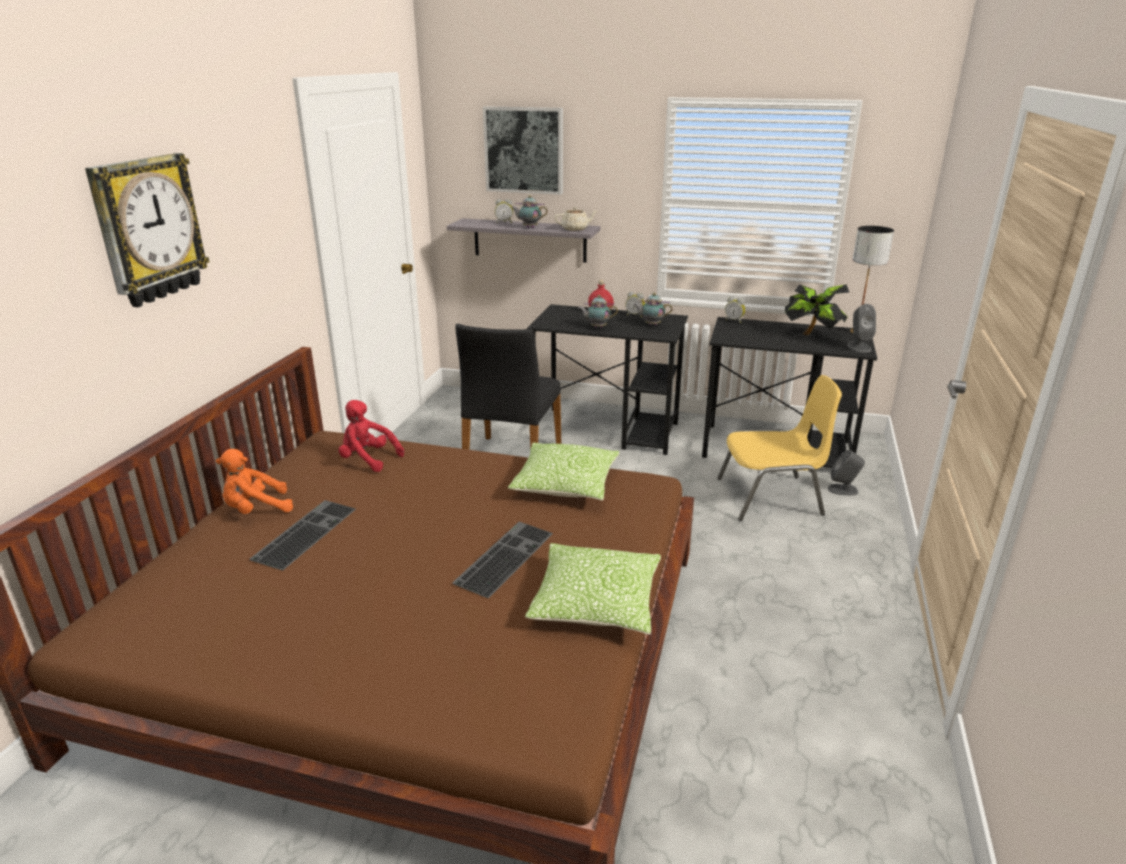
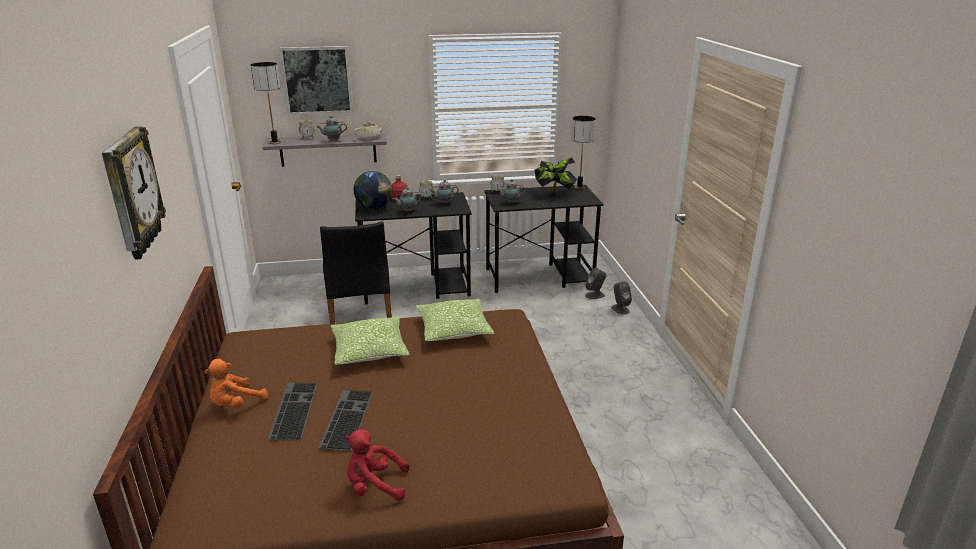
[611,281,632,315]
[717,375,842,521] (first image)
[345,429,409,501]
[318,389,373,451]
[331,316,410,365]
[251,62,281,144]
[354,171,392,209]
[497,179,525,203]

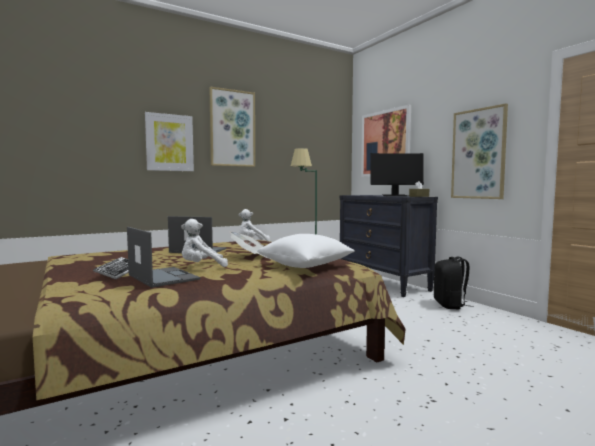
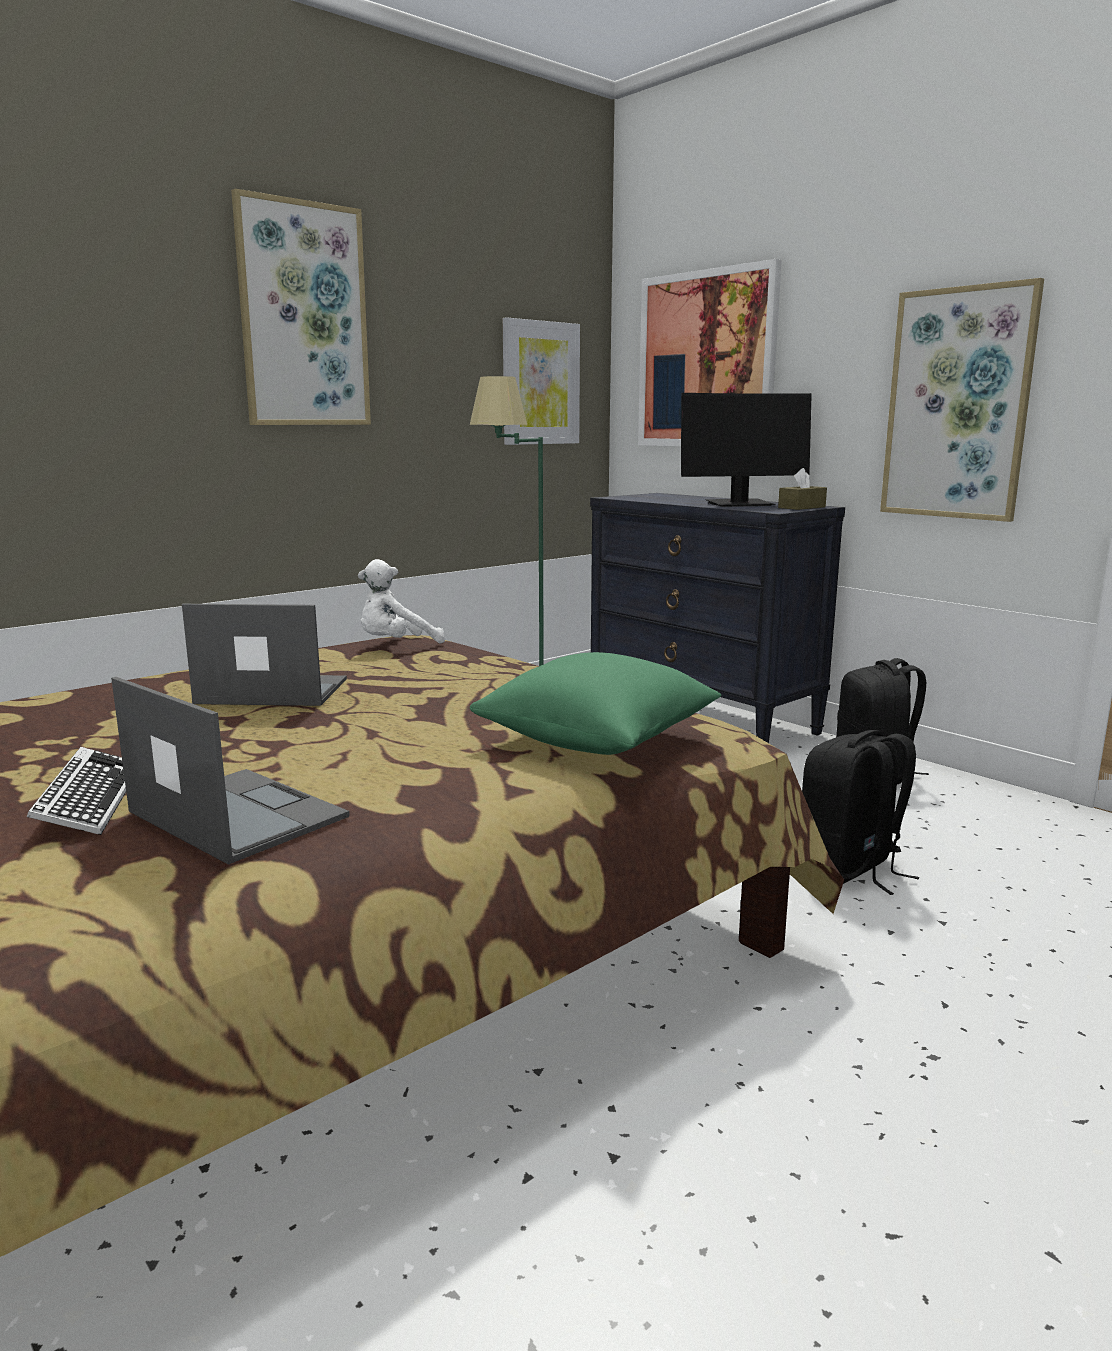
[503,317,580,445]
[181,219,228,267] (first image)
[229,231,270,259] (first image)
[470,652,722,755]
[802,730,919,895]

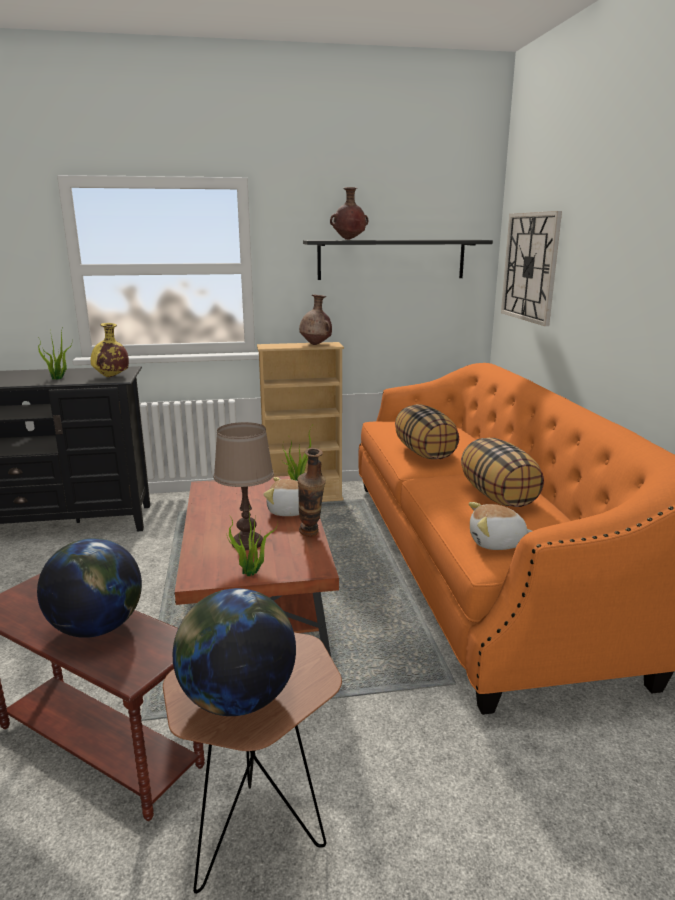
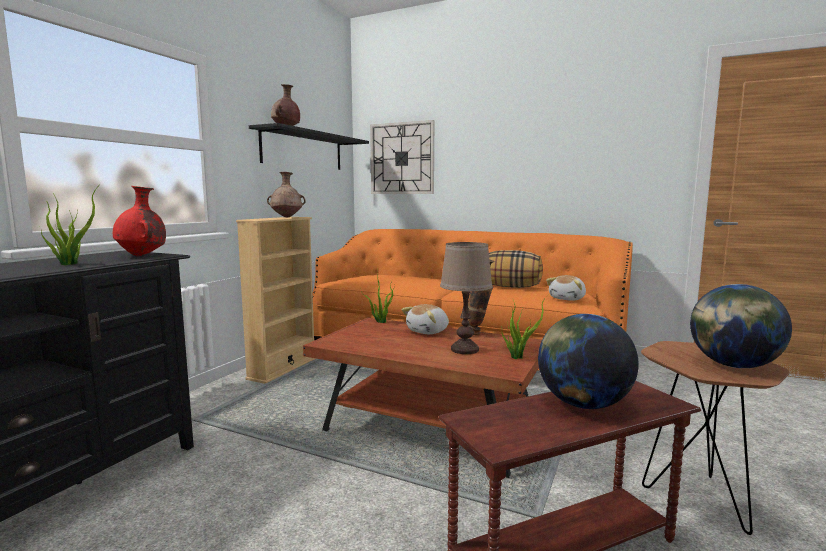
[113,186,166,256]
[395,404,459,459] (first image)

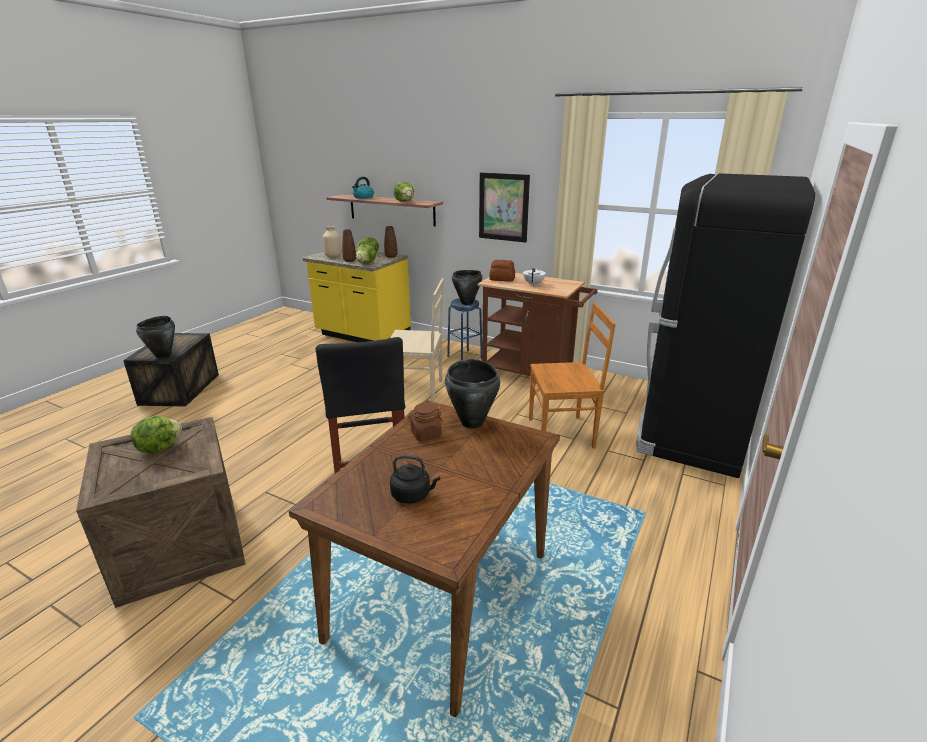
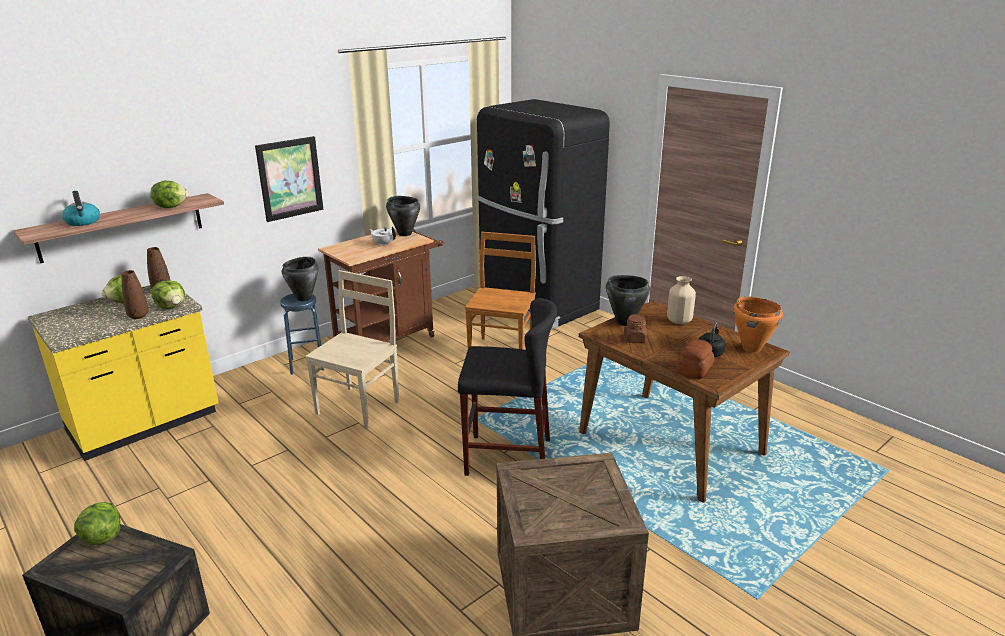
[667,276,696,324]
[676,339,714,379]
[386,196,420,236]
[74,502,121,545]
[733,297,783,352]

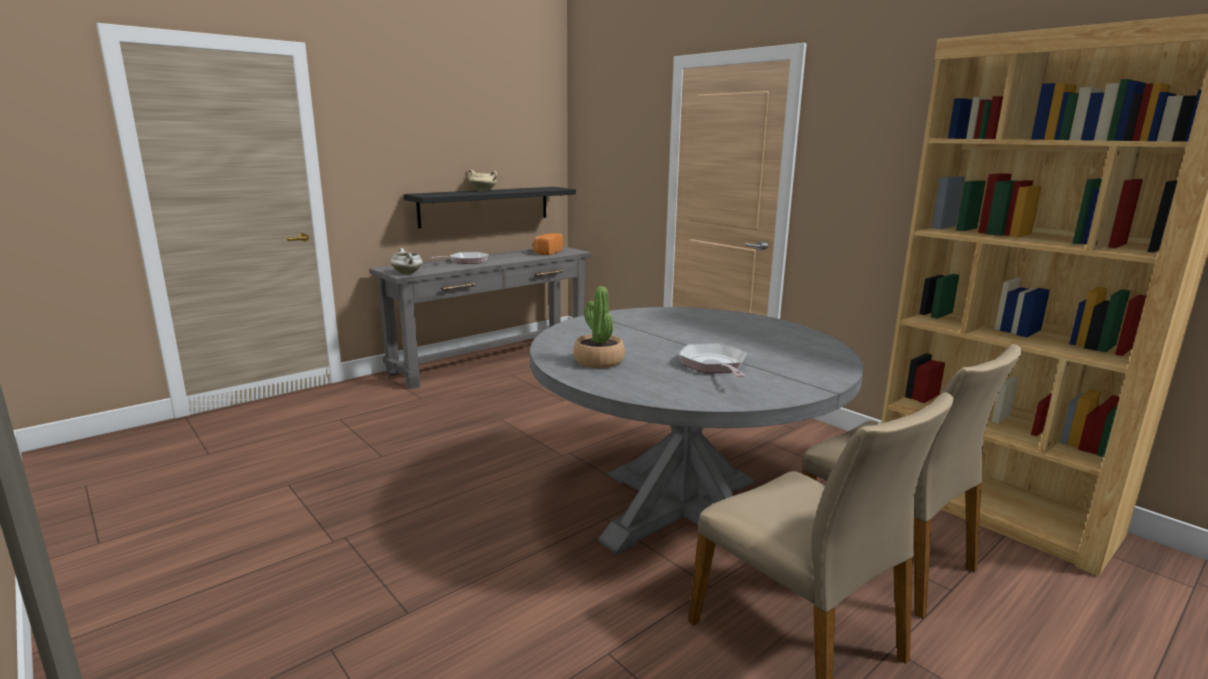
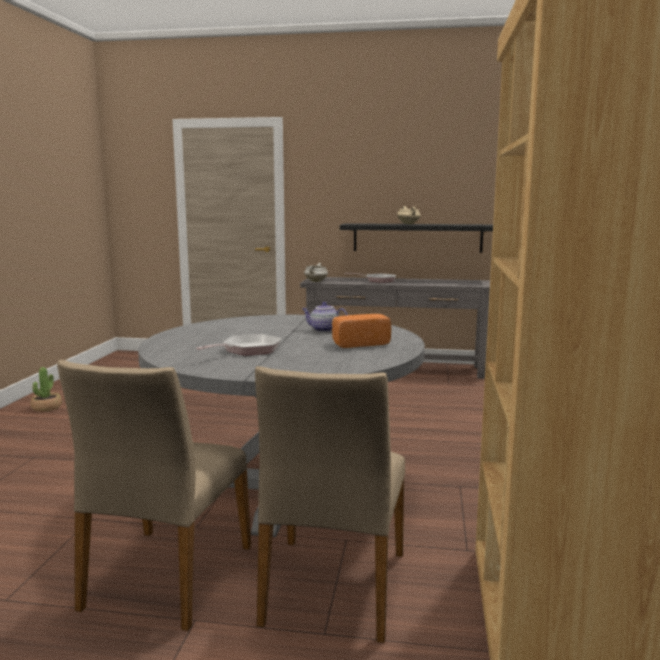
[332,314,391,348]
[31,367,62,412]
[302,302,348,332]

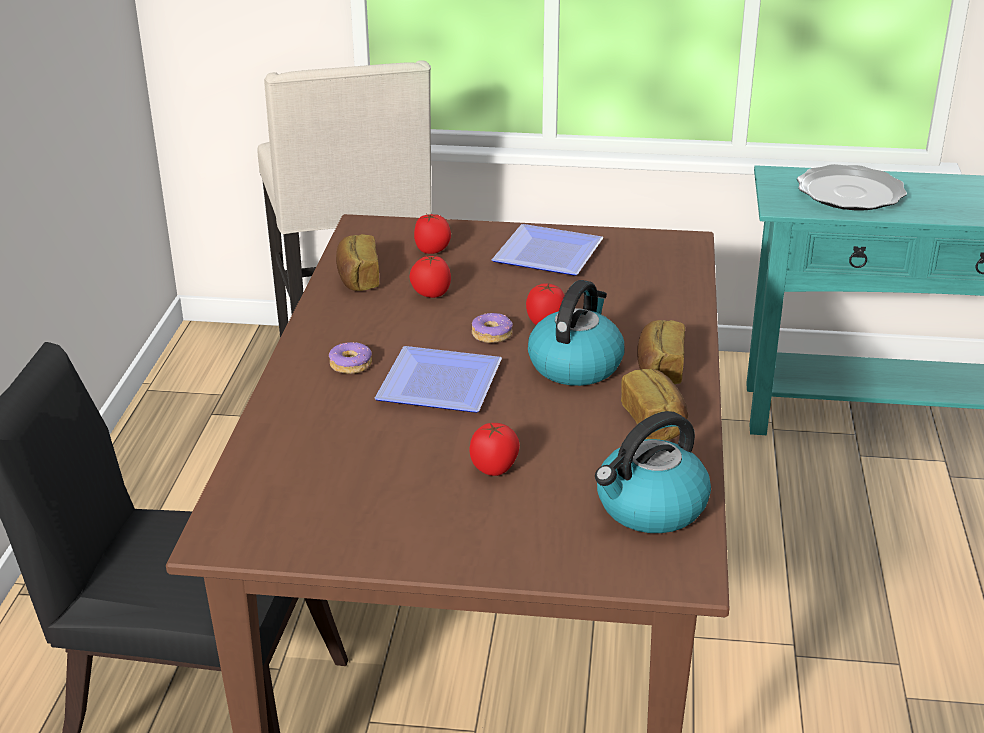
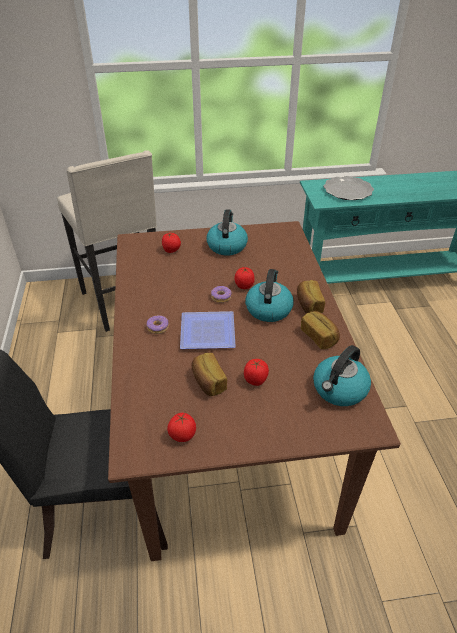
[207,209,248,255]
[192,353,227,396]
[167,413,196,442]

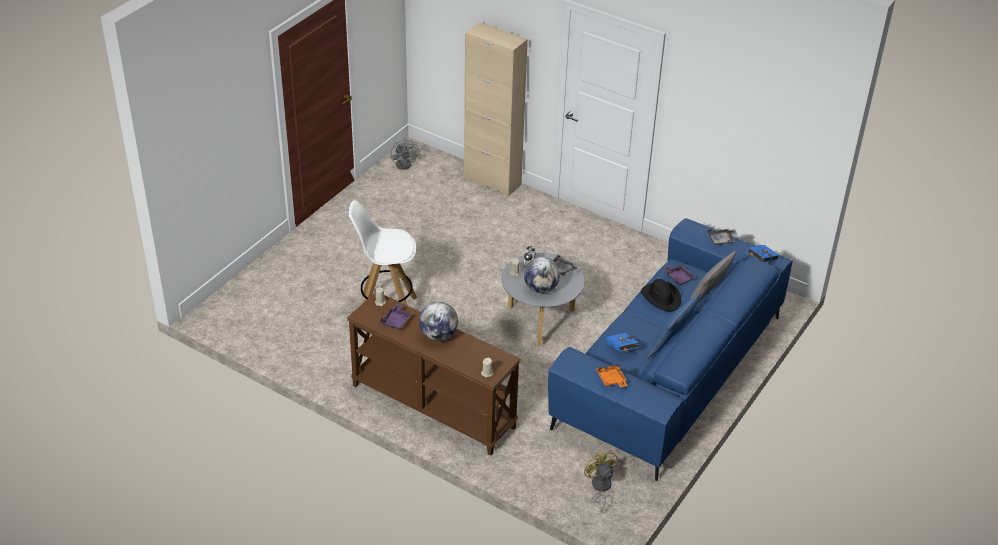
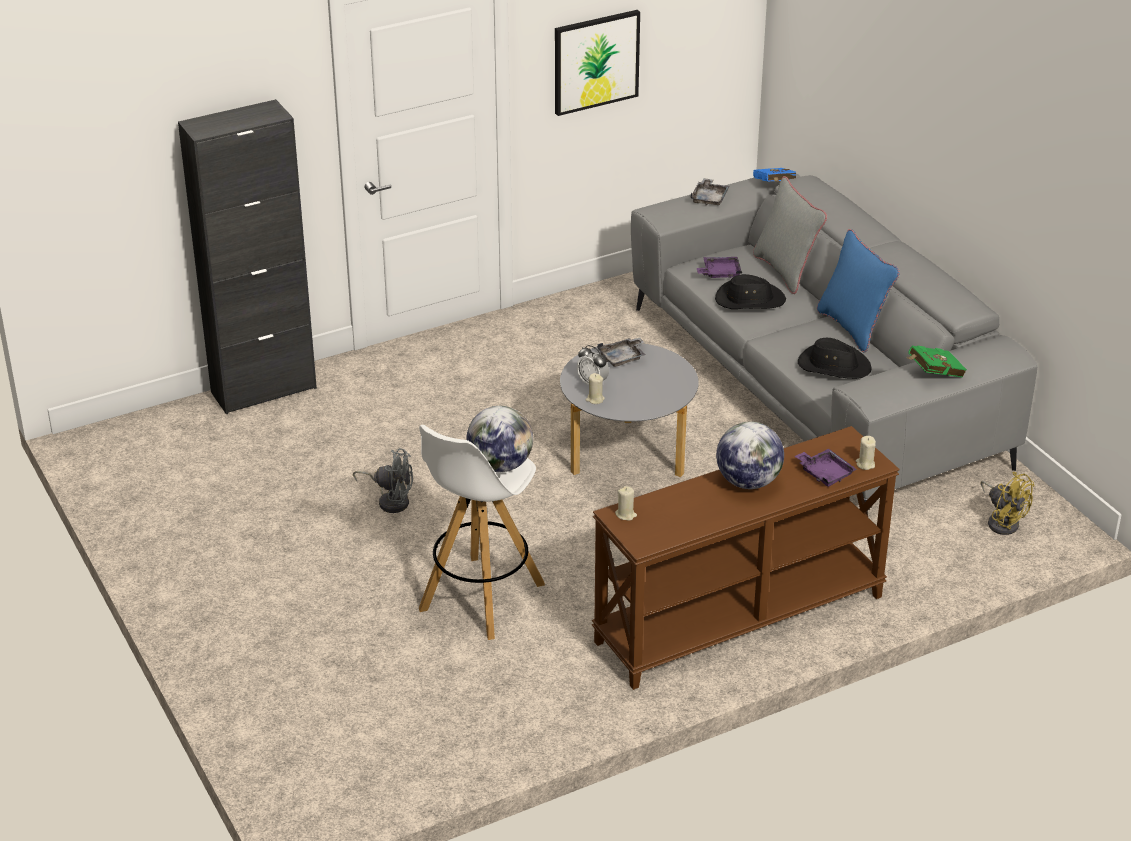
[178,99,317,414]
[353,448,413,513]
[631,173,1038,502]
[466,406,533,472]
[795,448,857,487]
[798,338,872,379]
[908,346,967,378]
[981,472,1035,535]
[555,10,640,116]

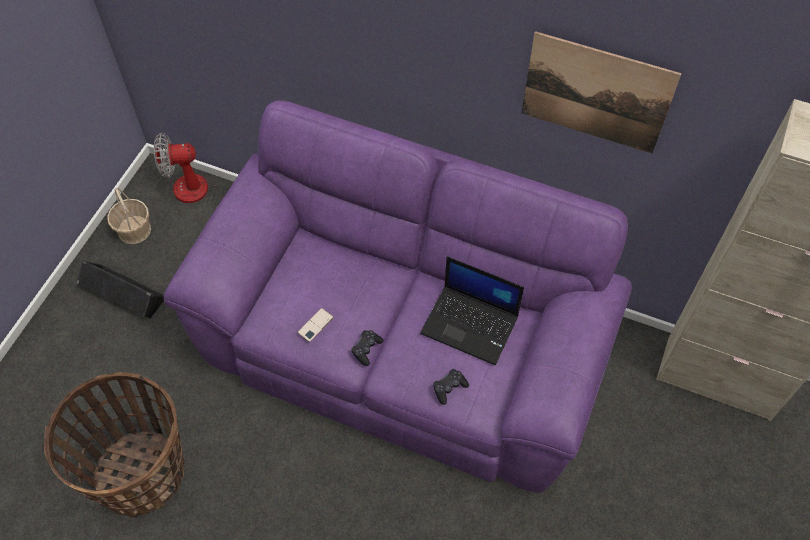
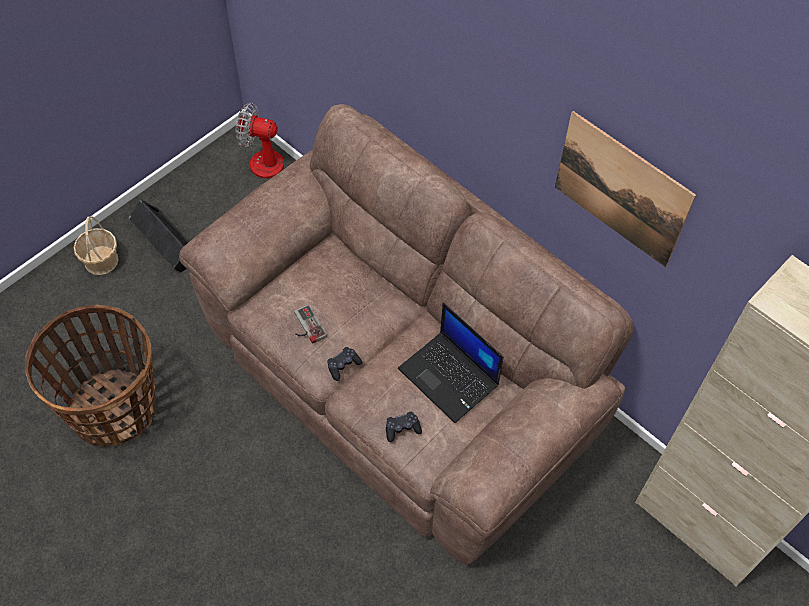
[179,104,634,566]
[74,216,119,275]
[294,304,327,344]

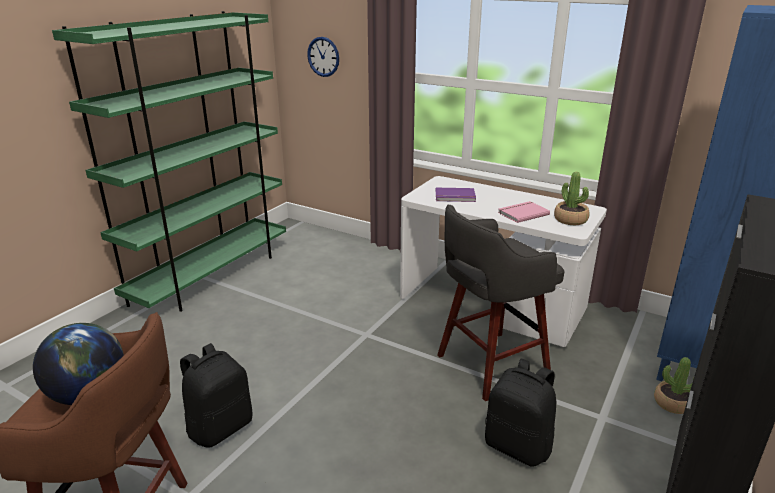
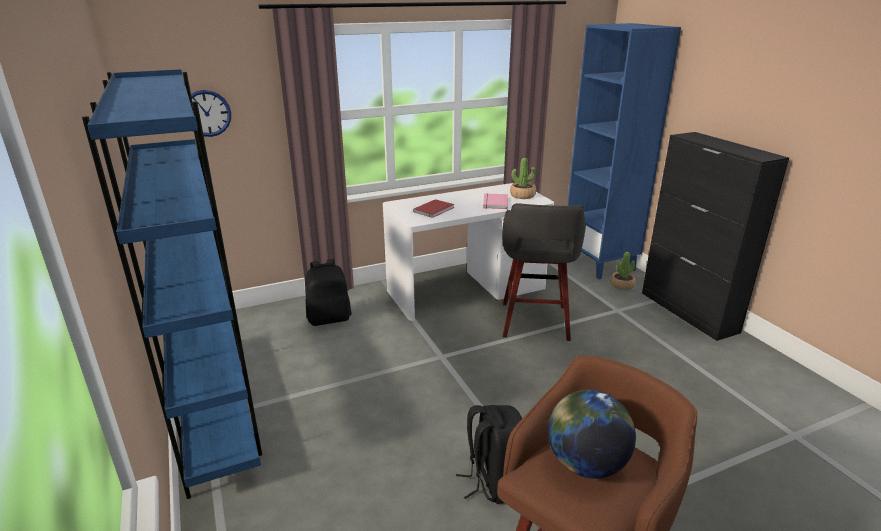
[82,69,262,499]
[413,199,454,218]
[305,259,352,326]

